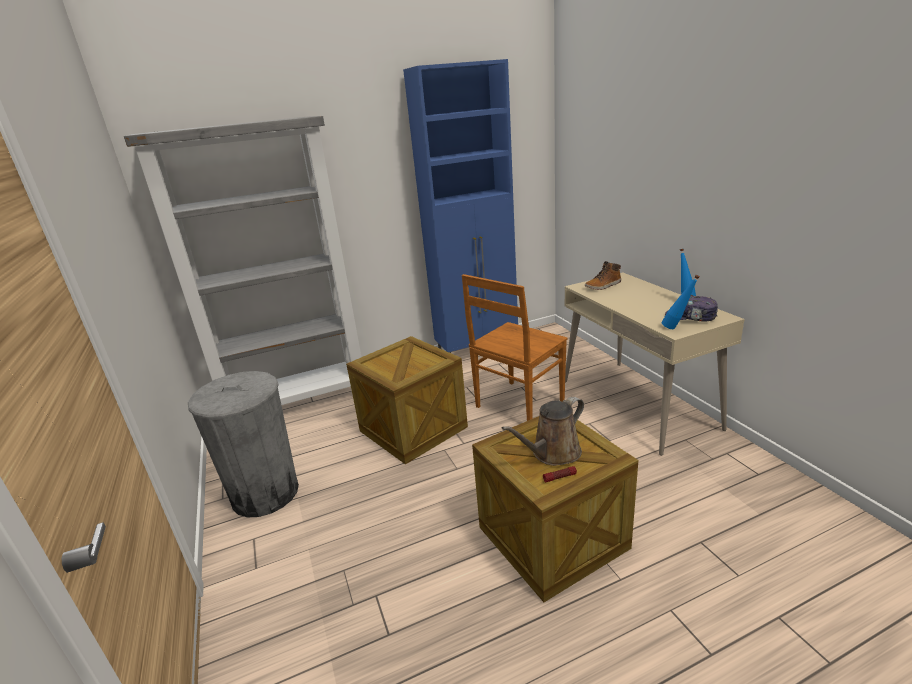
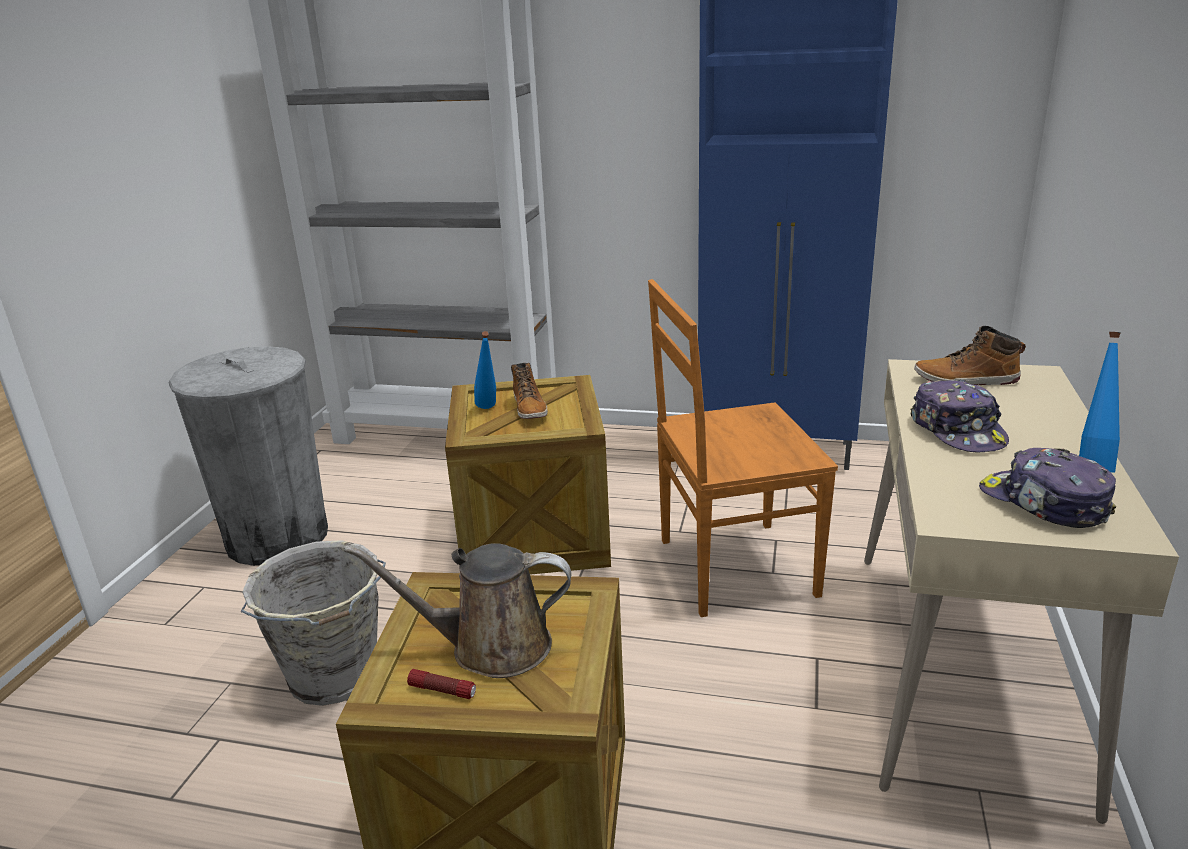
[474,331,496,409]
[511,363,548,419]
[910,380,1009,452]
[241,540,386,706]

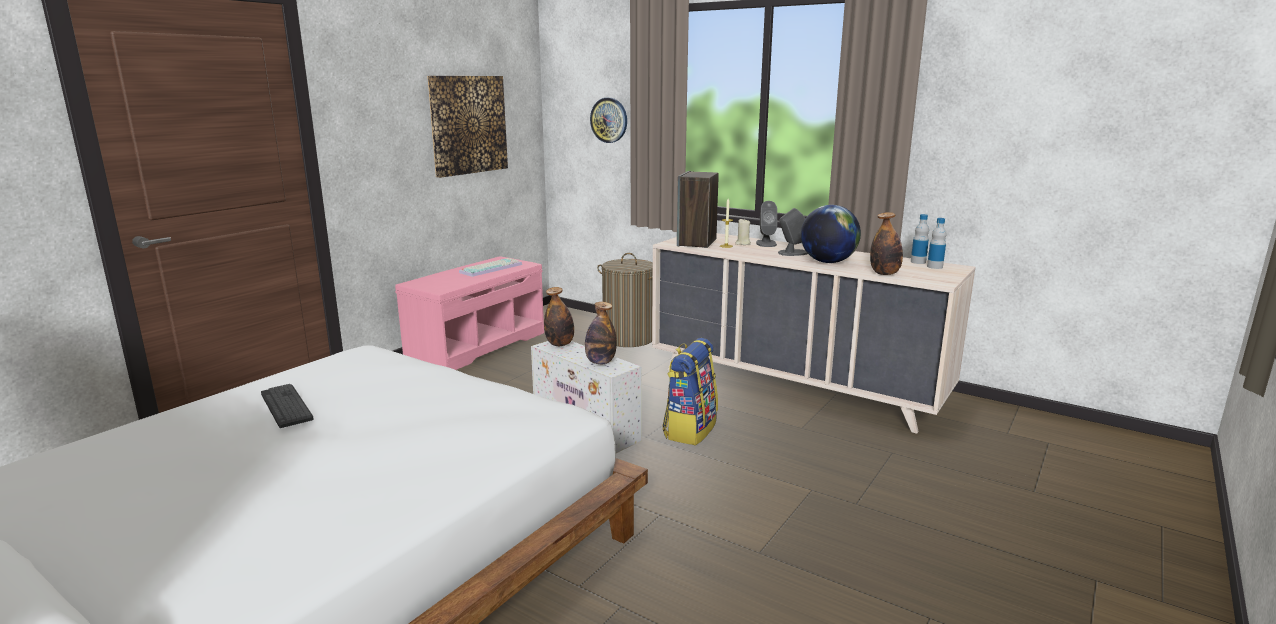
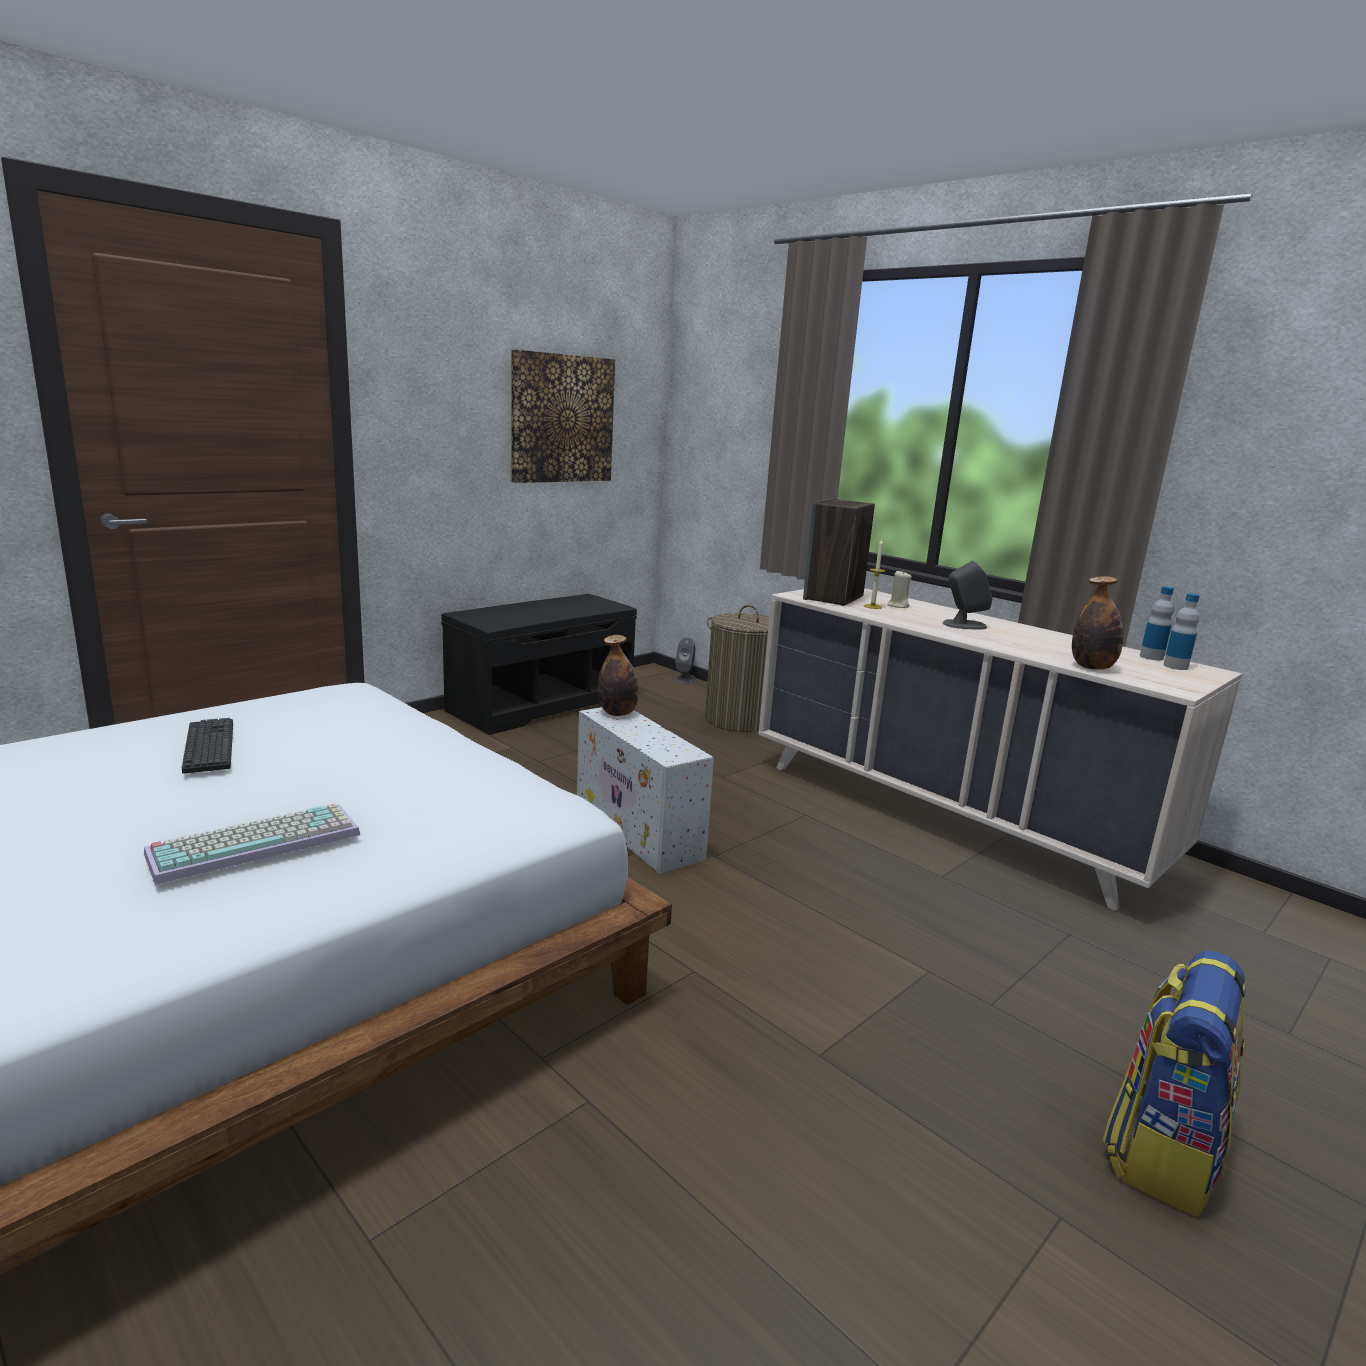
[590,98,627,143] (first image)
[674,637,695,684]
[801,205,861,263] (first image)
[441,594,637,735]
[144,803,360,885]
[585,302,617,364] (first image)
[1103,951,1246,1217]

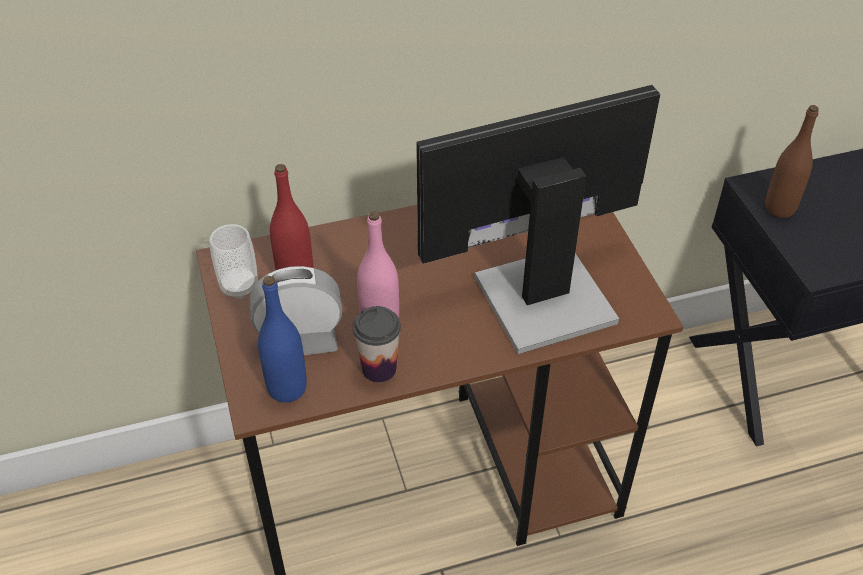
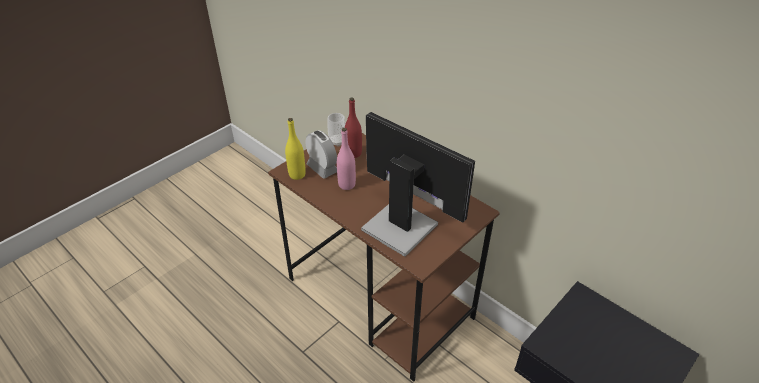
[765,105,819,218] (first image)
[285,118,306,180]
[353,306,401,382] (first image)

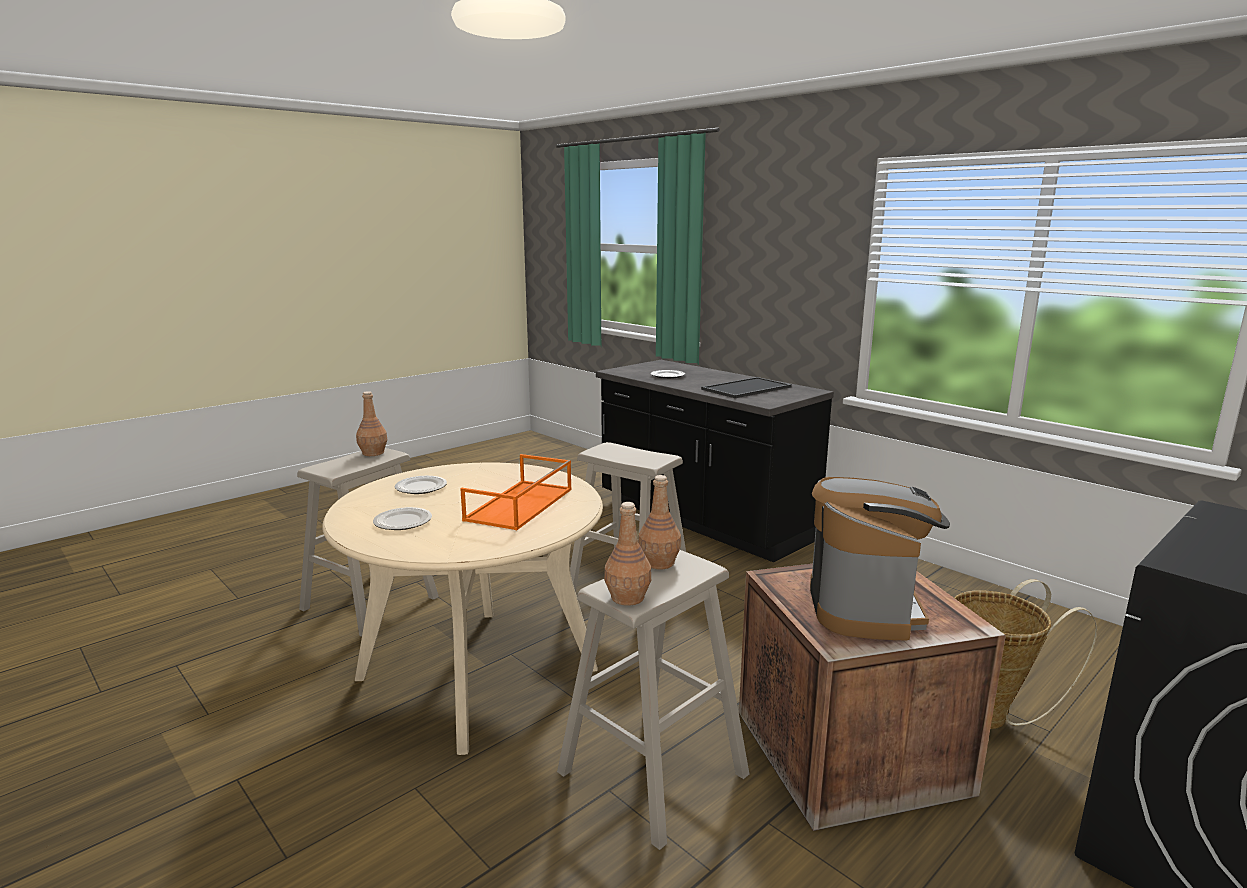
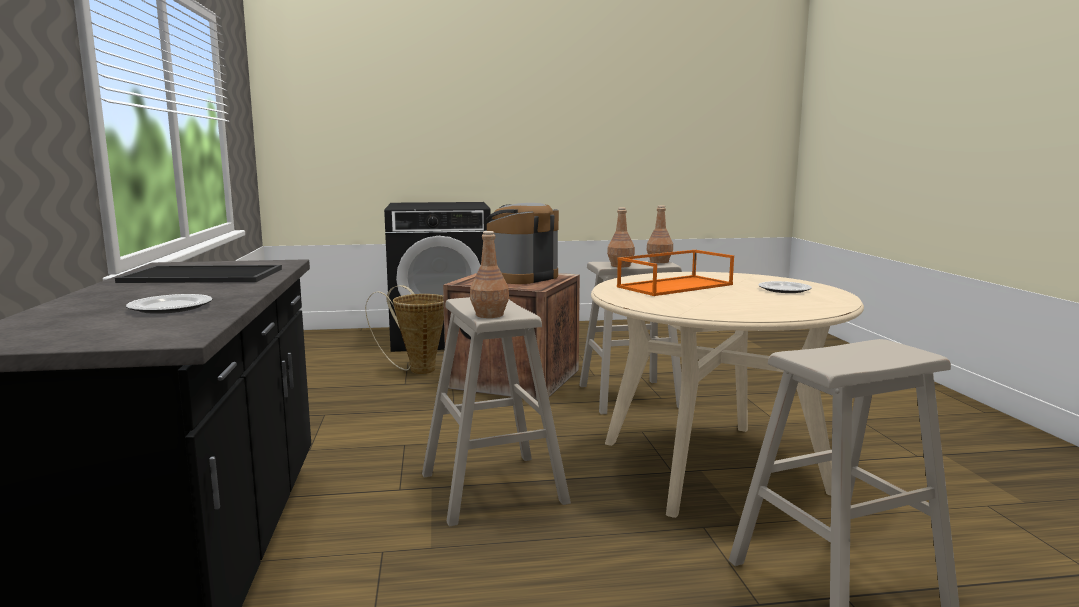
[470,231,509,318]
[395,476,447,494] (first image)

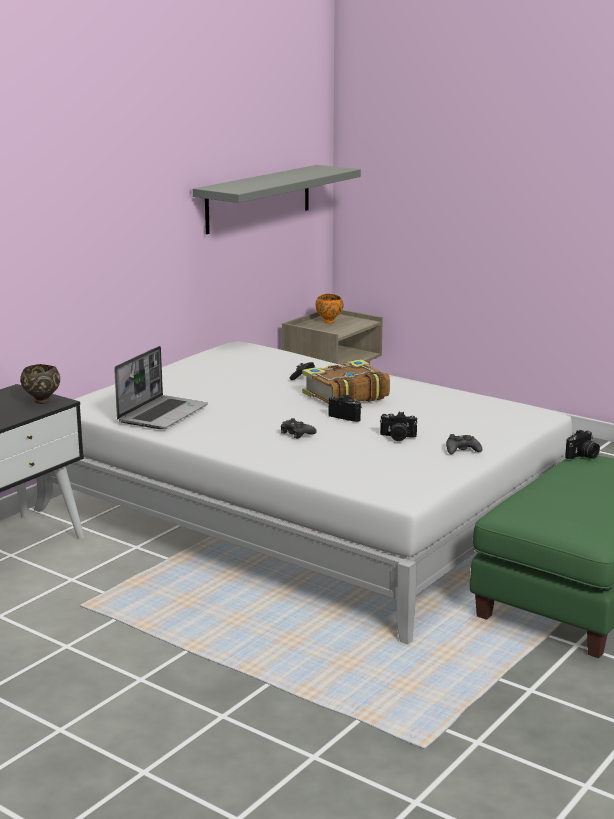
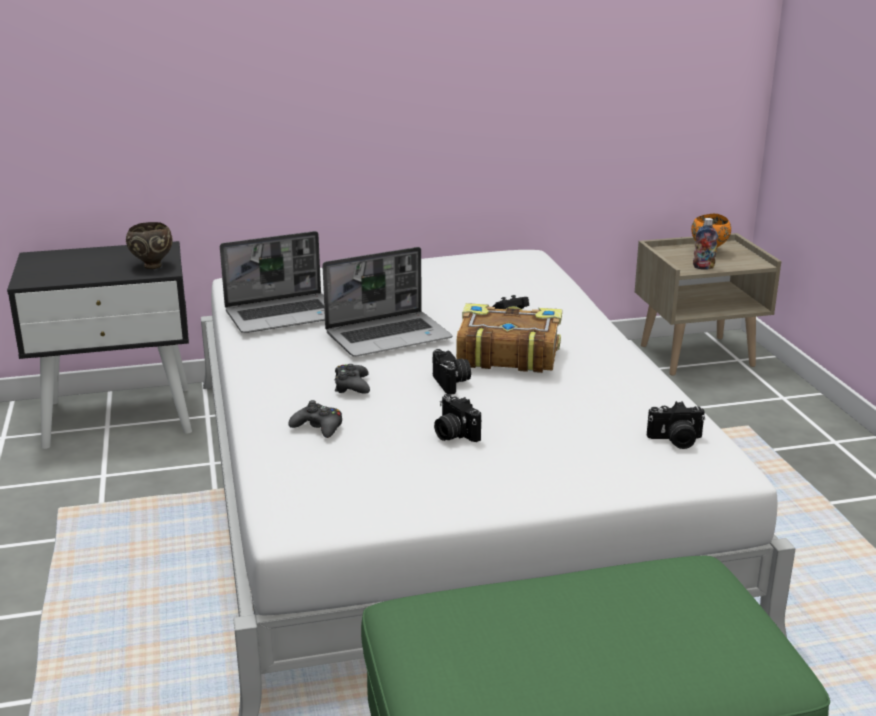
[193,165,361,234] (first image)
[647,401,705,449]
[288,400,342,438]
[693,218,718,270]
[322,247,452,357]

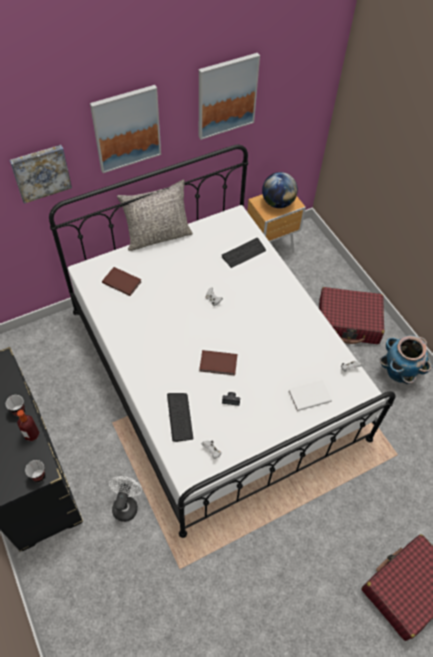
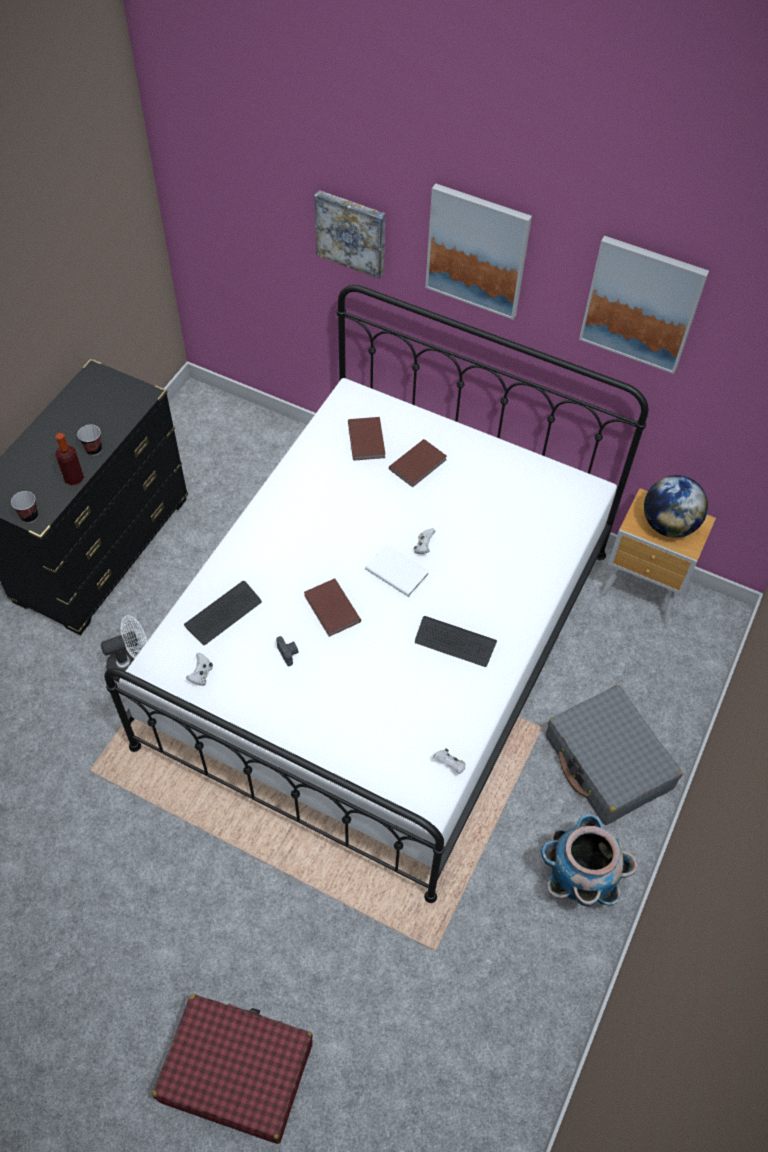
[117,180,193,251] (first image)
[415,616,497,667]
[546,685,682,825]
[365,544,429,597]
[389,439,447,487]

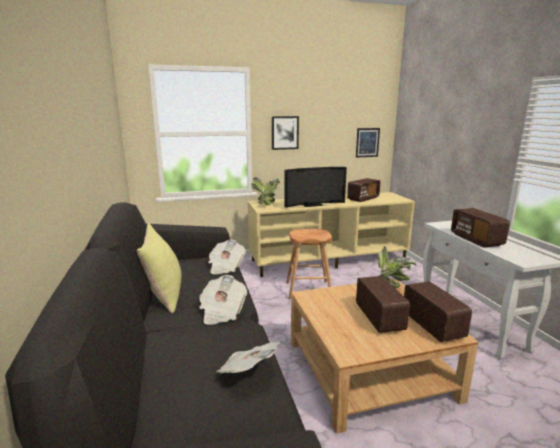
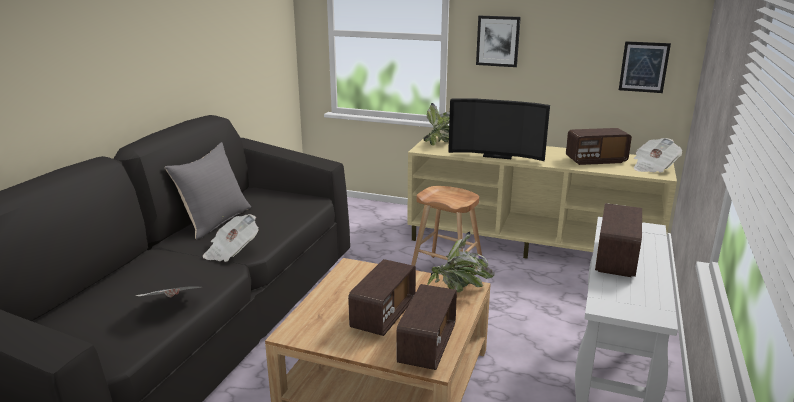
[165,142,251,239]
[634,138,682,173]

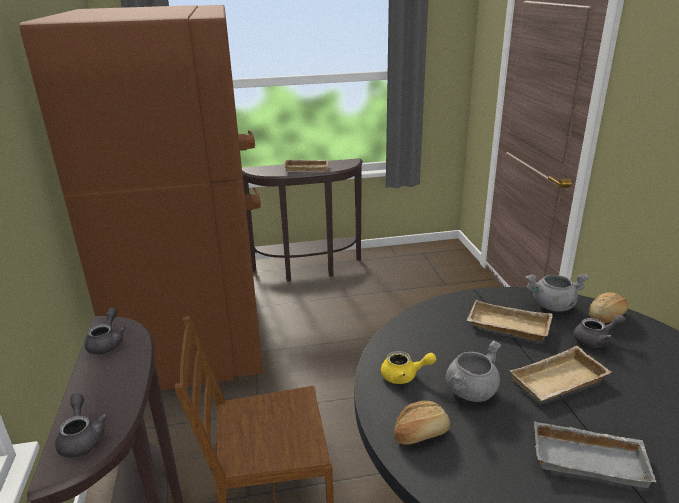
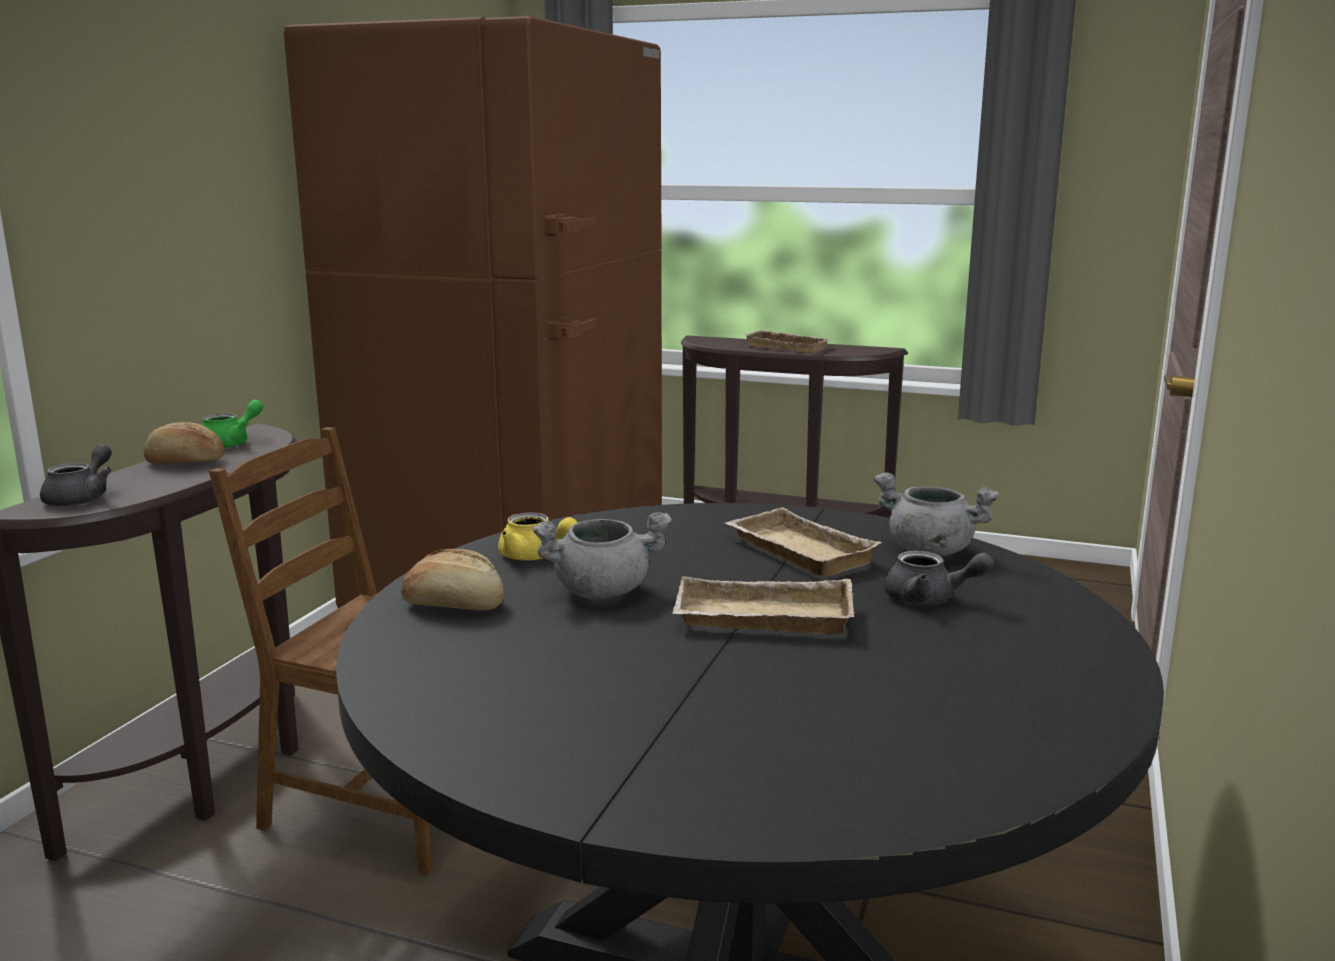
[144,422,224,464]
[202,400,263,449]
[534,421,656,488] (first image)

